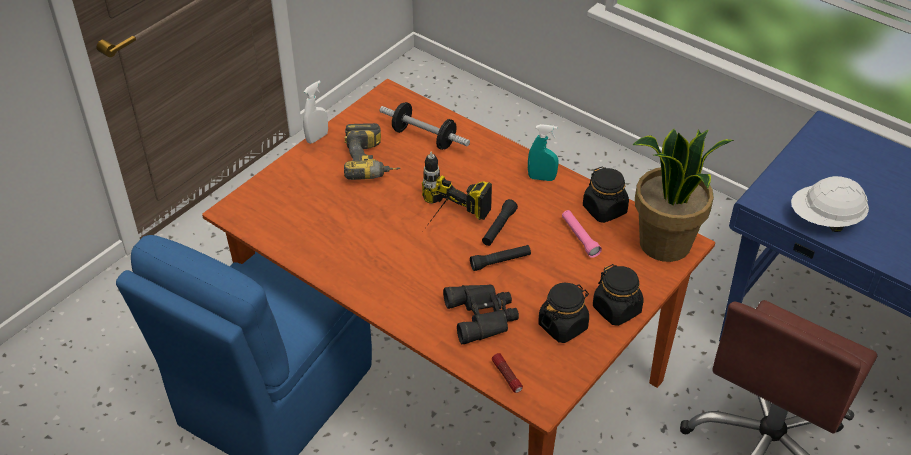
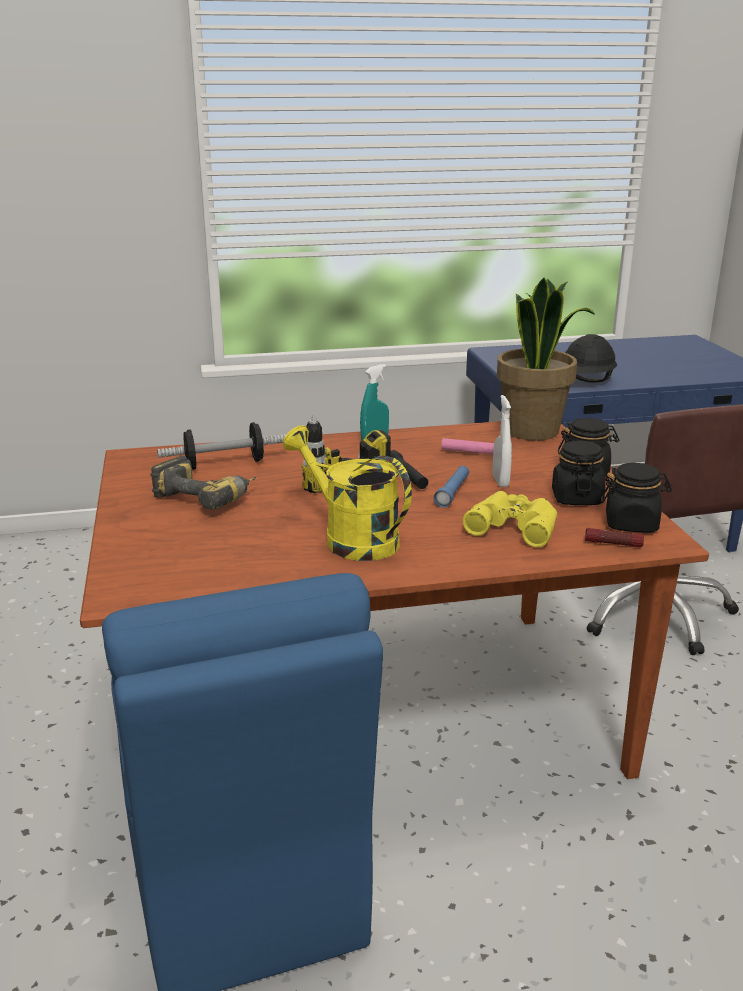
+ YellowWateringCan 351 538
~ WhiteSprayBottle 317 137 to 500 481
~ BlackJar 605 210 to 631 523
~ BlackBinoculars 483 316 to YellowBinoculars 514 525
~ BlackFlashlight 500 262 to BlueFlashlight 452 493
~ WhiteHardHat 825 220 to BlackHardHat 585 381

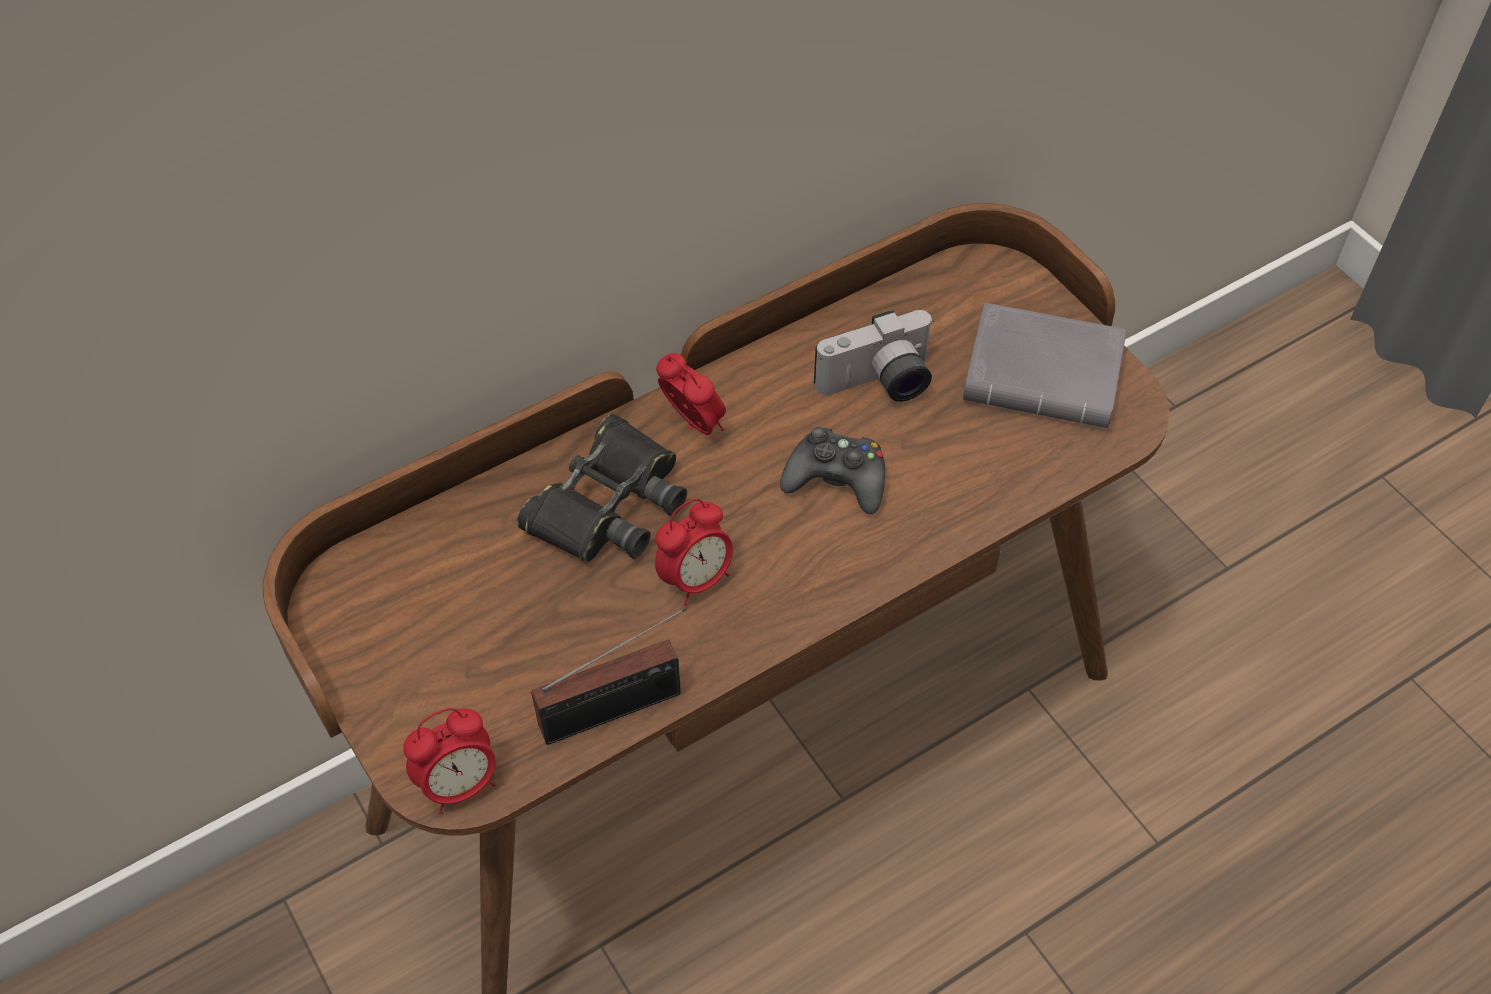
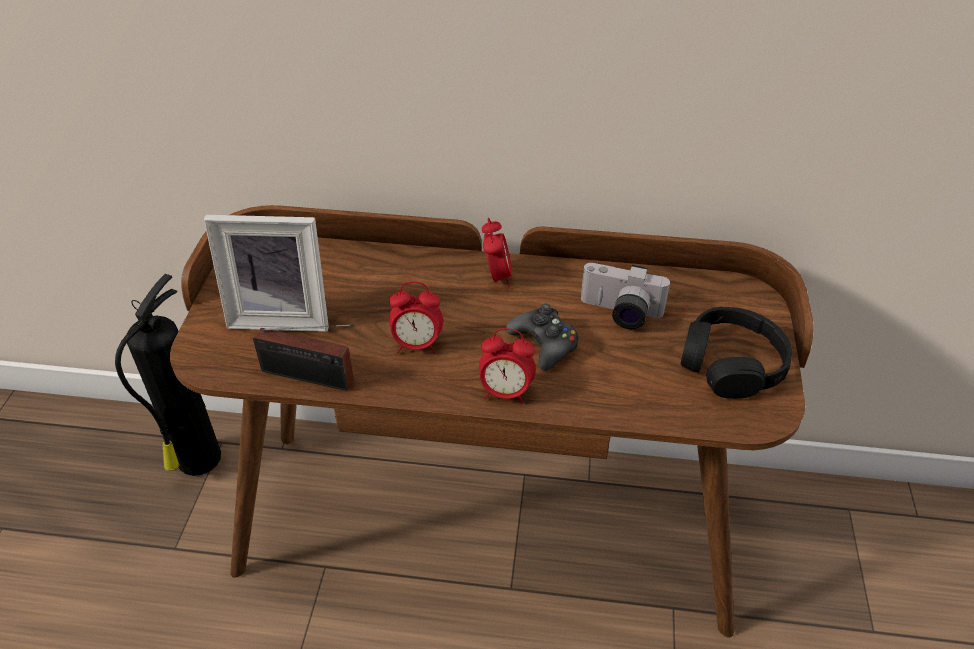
- BlackBinoculars 608 504
+ FireExtinguisher 197 461
+ PictureFrame 282 315
~ AlarmClock 459 784 to 505 392
~ GreyBook 1047 374 to BlackHeadphones 731 364

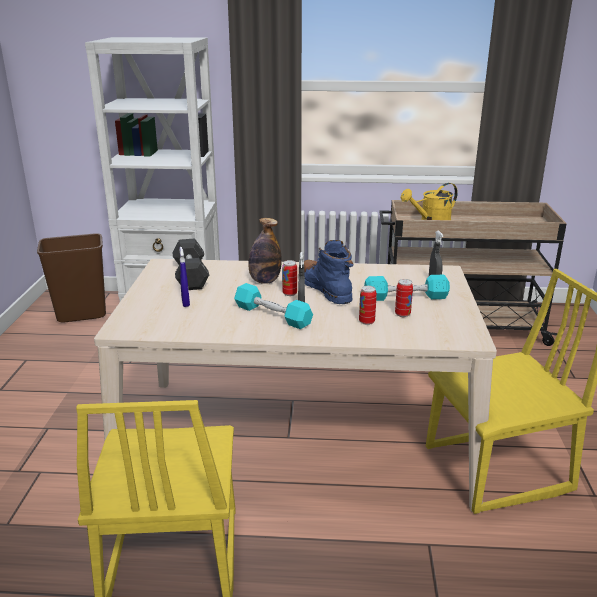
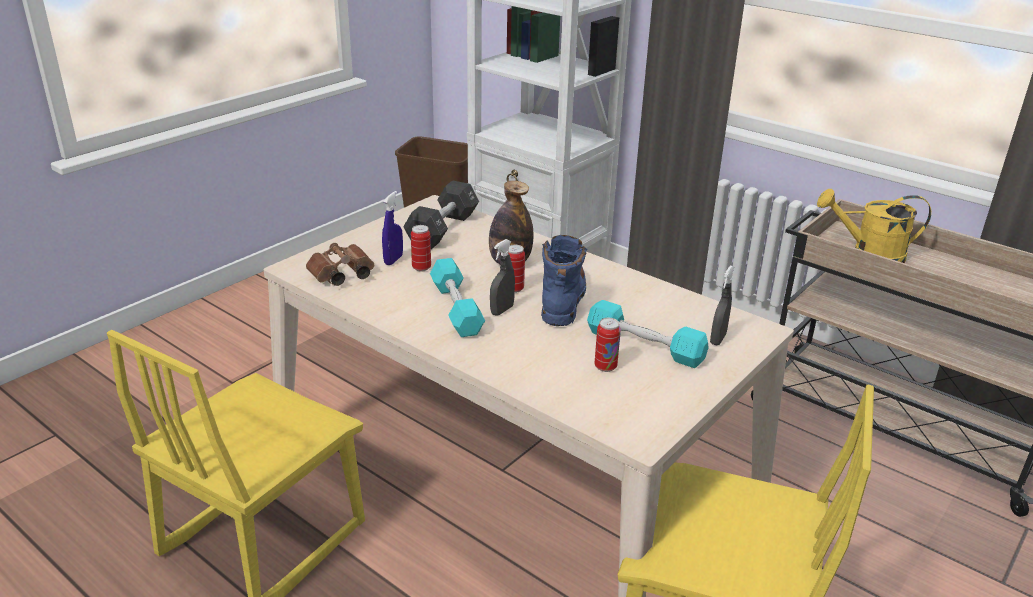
+ BrownBinoculars 340 277
~ Can 366 322 to 421 268

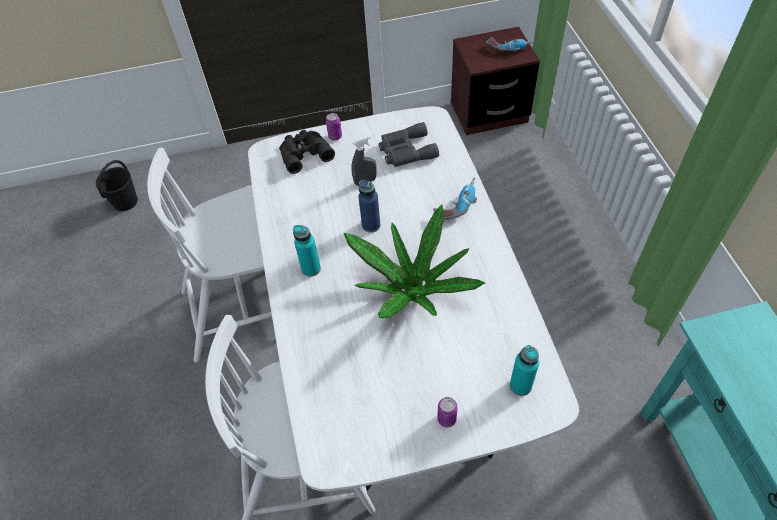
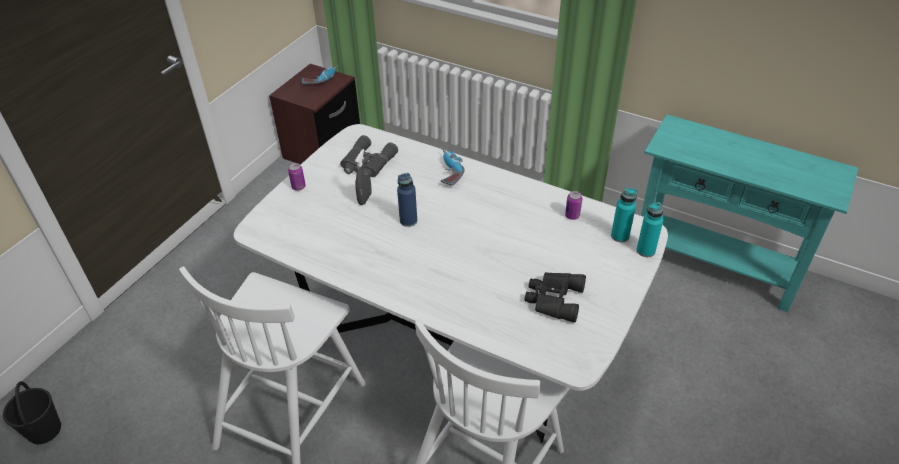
- PottedPlant 413 287
~ BlackBinoculars 304 153 to 553 299
~ TurquoiseBottle 311 269 to 645 251
~ Can 446 419 to 572 216

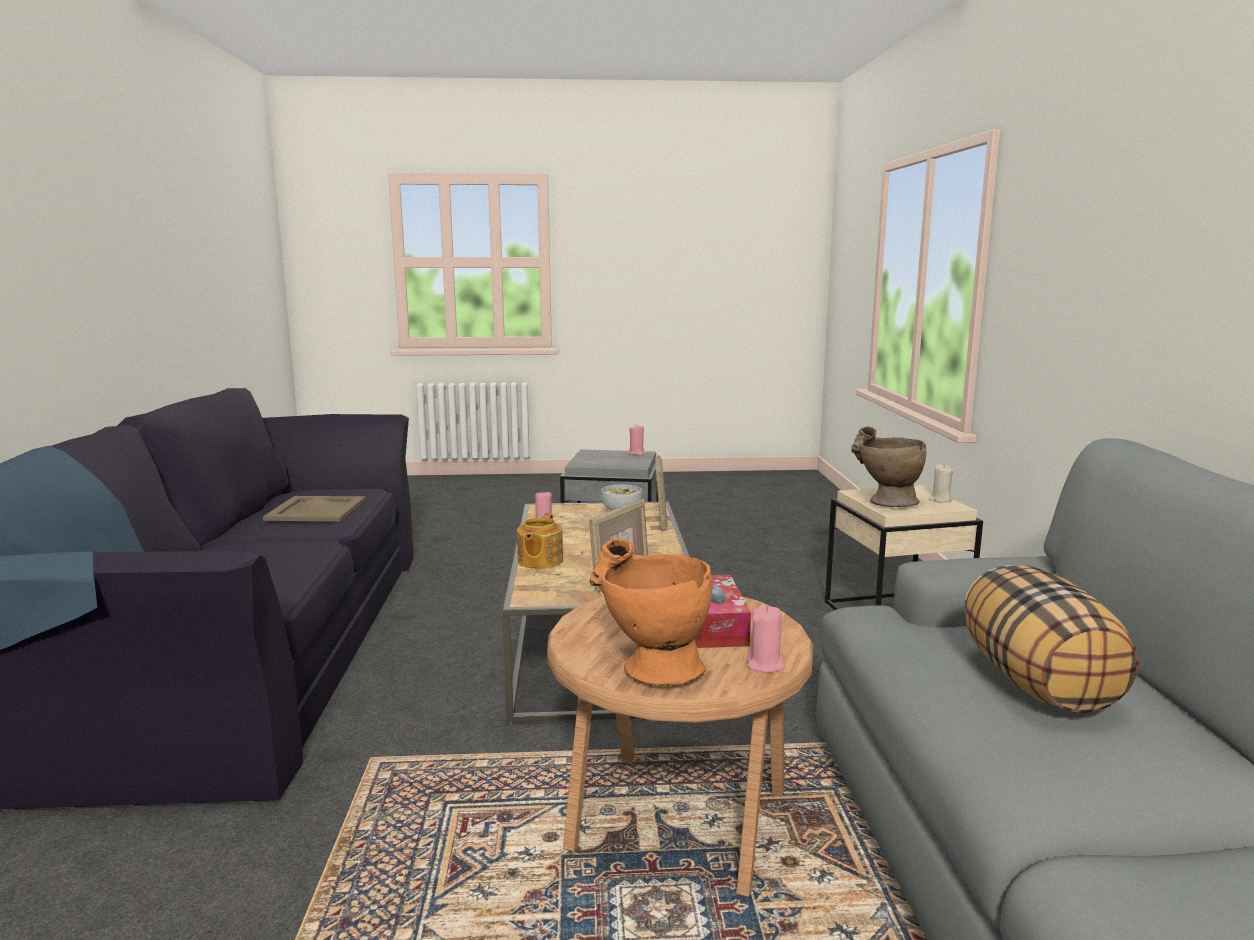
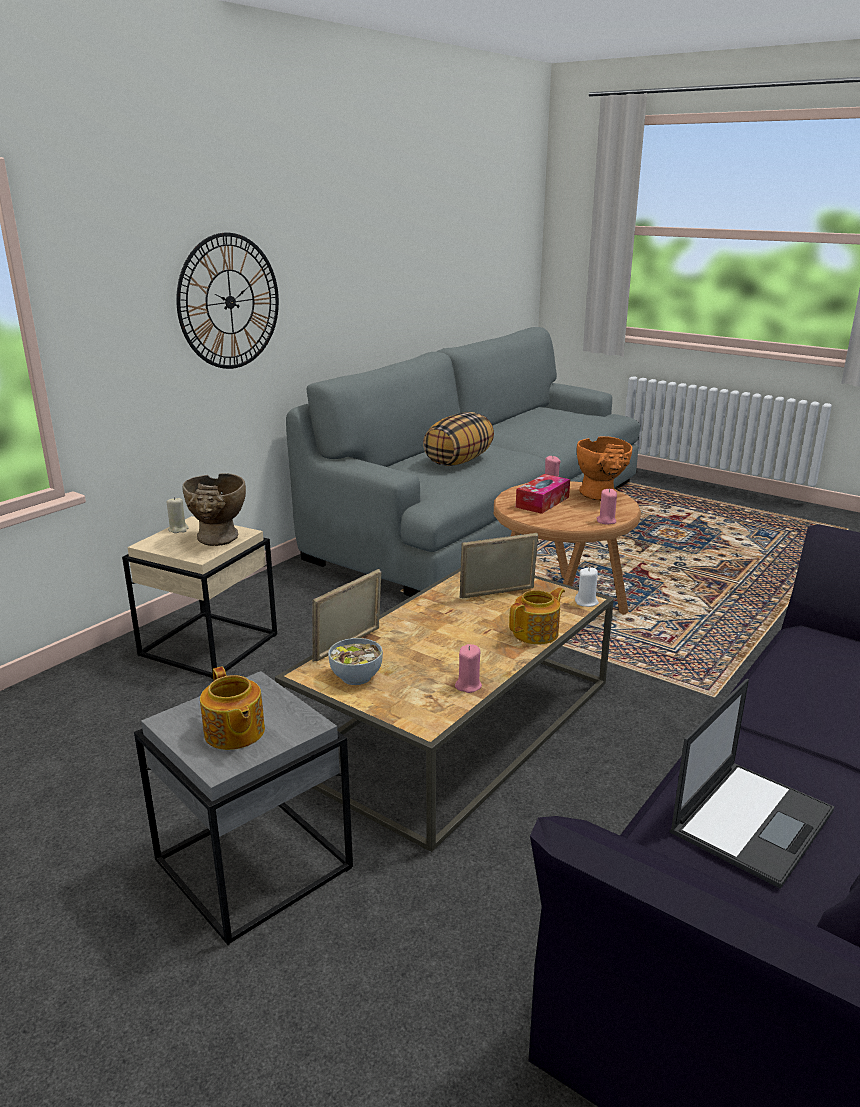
+ WallClock 230 302
+ Teapot 234 733
+ WhiteCandle 586 602
~ PinkCandle 637 453 to 606 521
~ BeigeTray 316 510 to Laptop 752 820

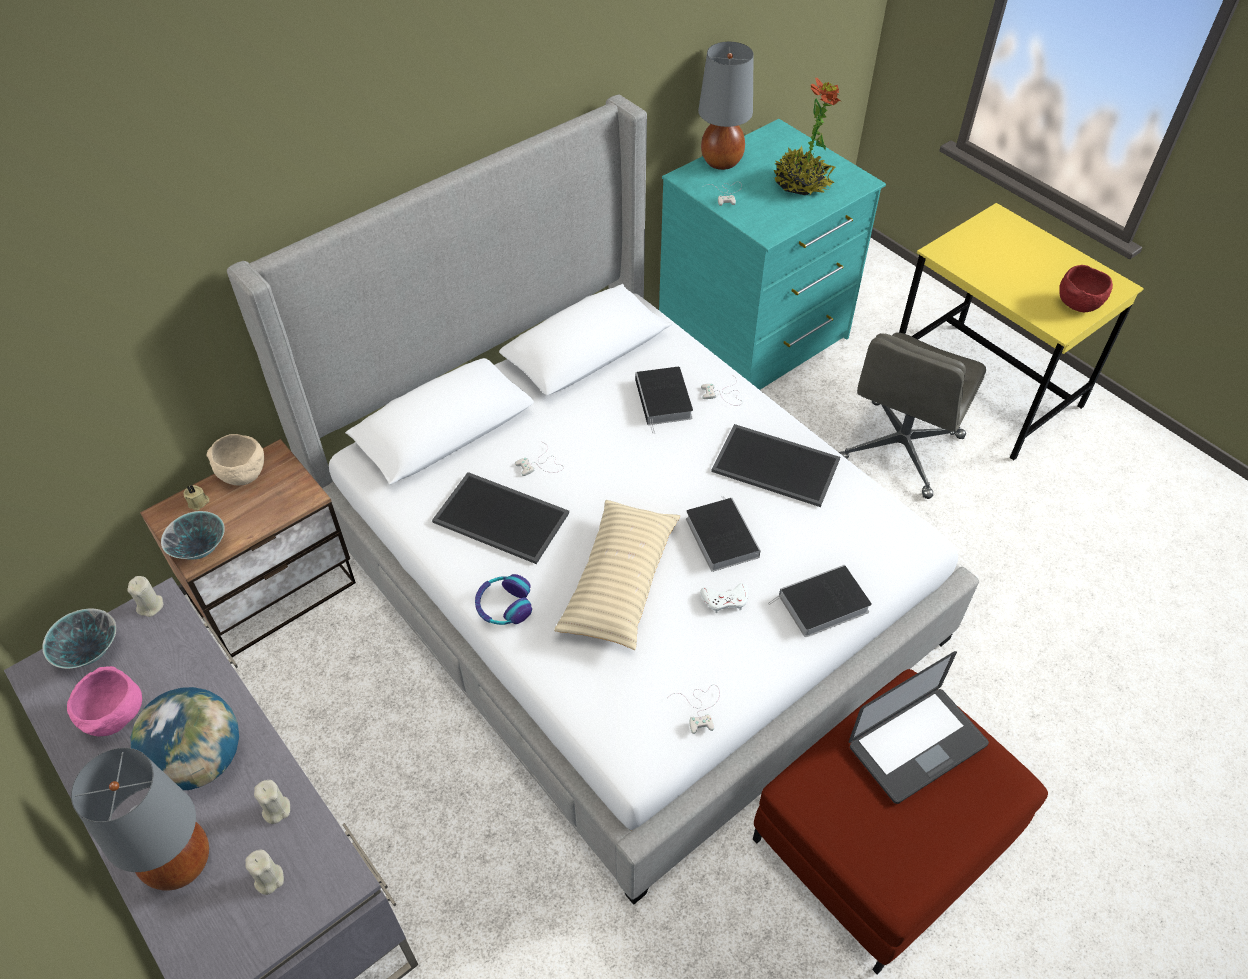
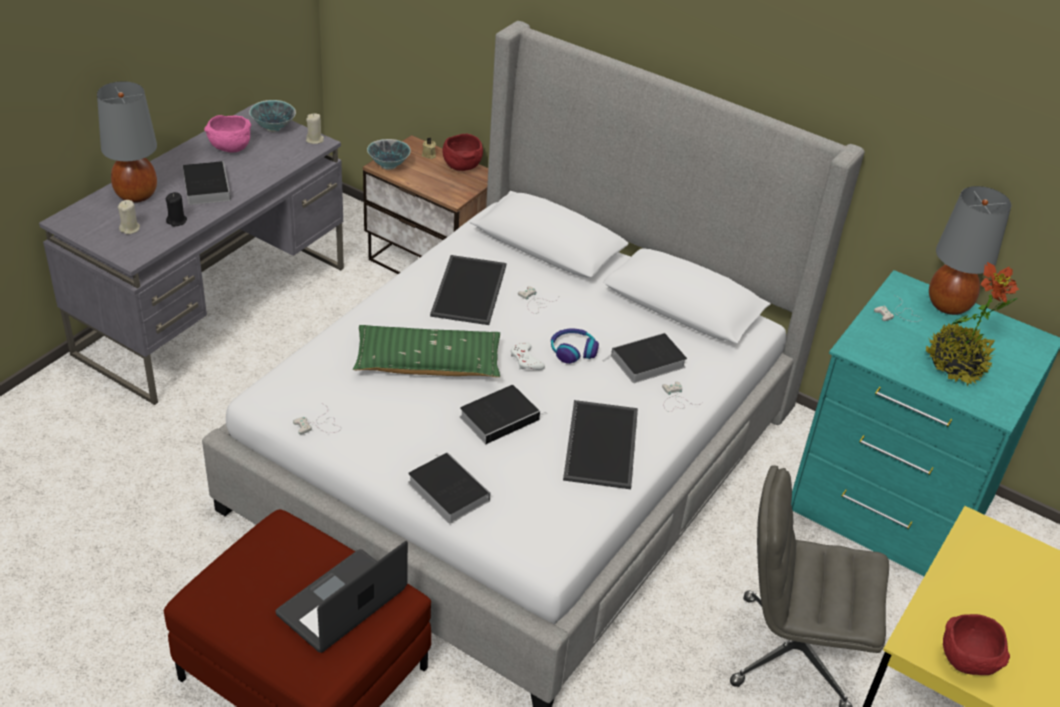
~ Headphones 504 606 to 573 350
~ WhiteGameController 725 600 to 526 360
~ Globe 201 760 to Book 206 186
~ BeigeBowl 242 475 to RedBowl 461 166
~ BeigeCandle 276 809 to BlackCandle 177 221
~ BeigePillow 619 582 to GreenPillow 428 363
~ Laptop 917 745 = 342 602 90 degrees clockwise

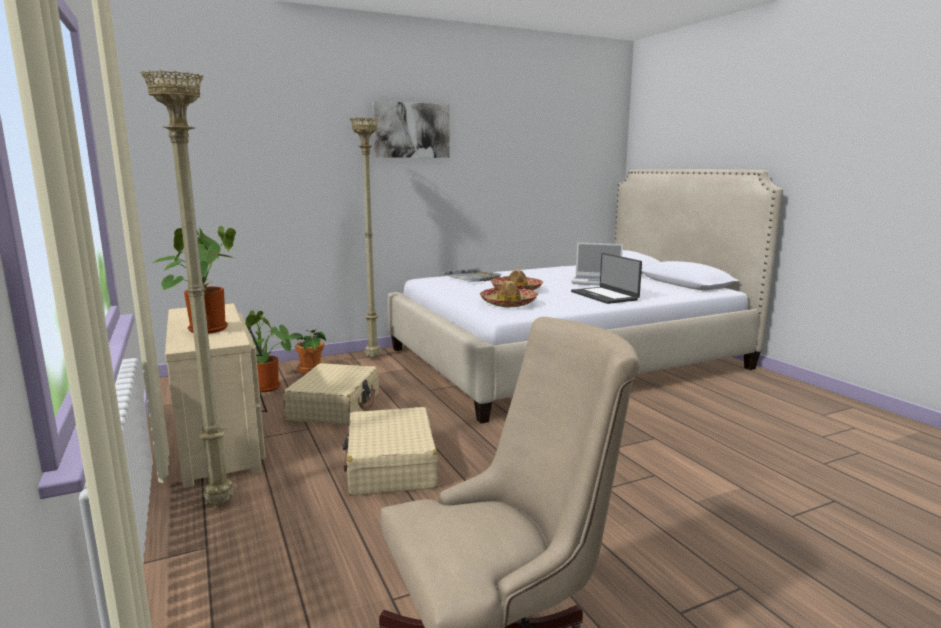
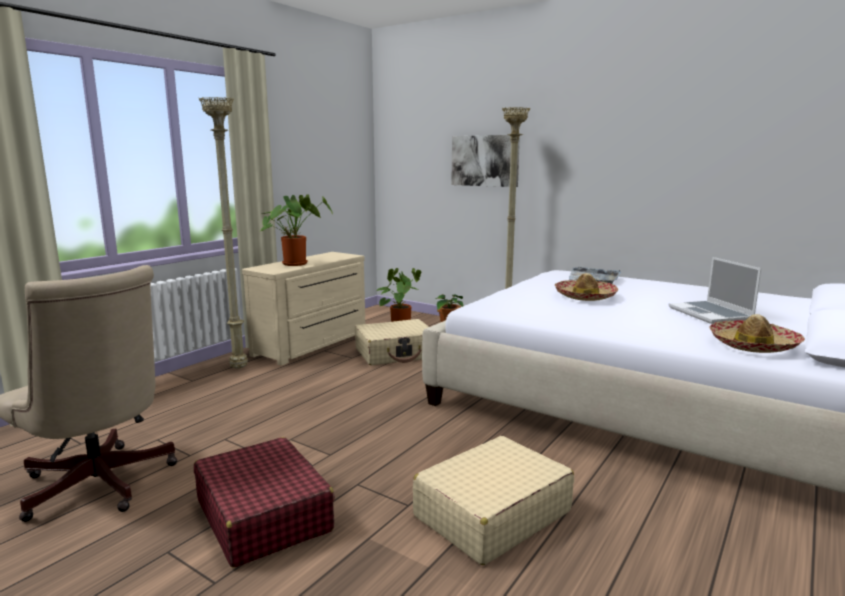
- Laptop 605 296
+ RedSuitcase 263 515
~ BeigeSuitcase 391 466 to 491 514
~ Picture 411 130 to 485 160
~ Hat 508 303 to 753 345

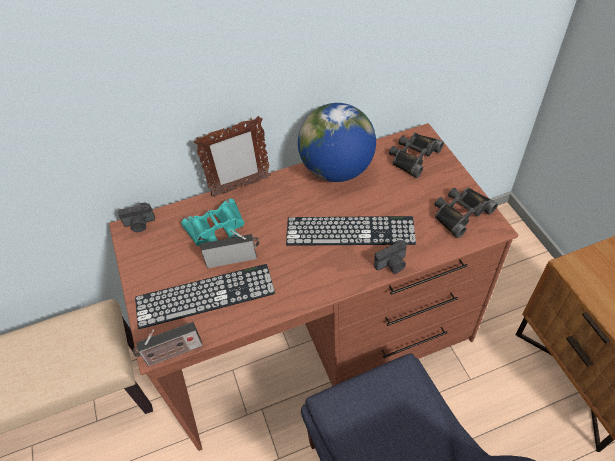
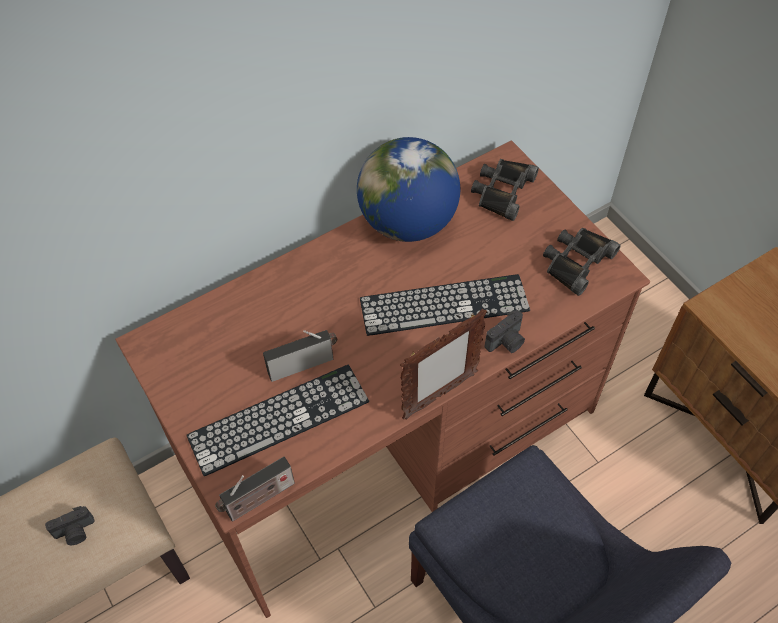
- TurquoiseBinoculars 217 229
~ PhotoCamera 139 224 to 75 532
~ PictureFrame 240 187 to 439 396

